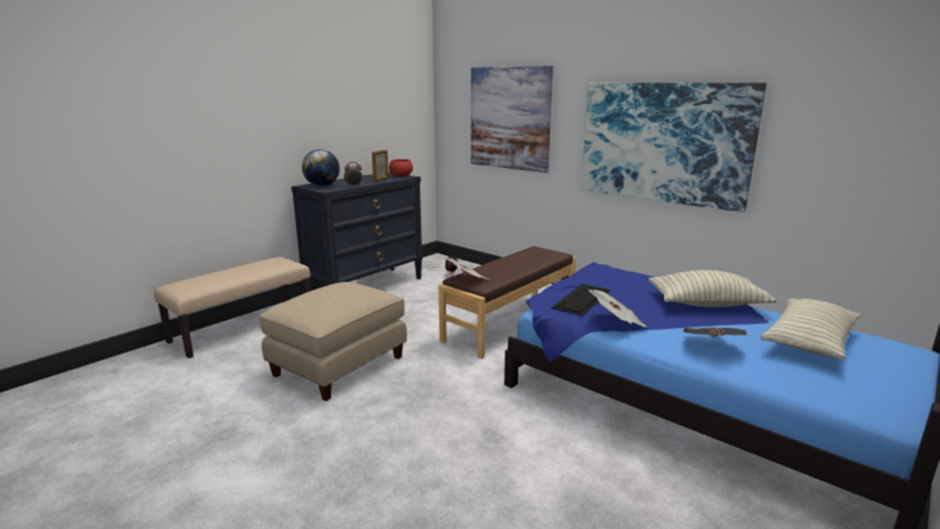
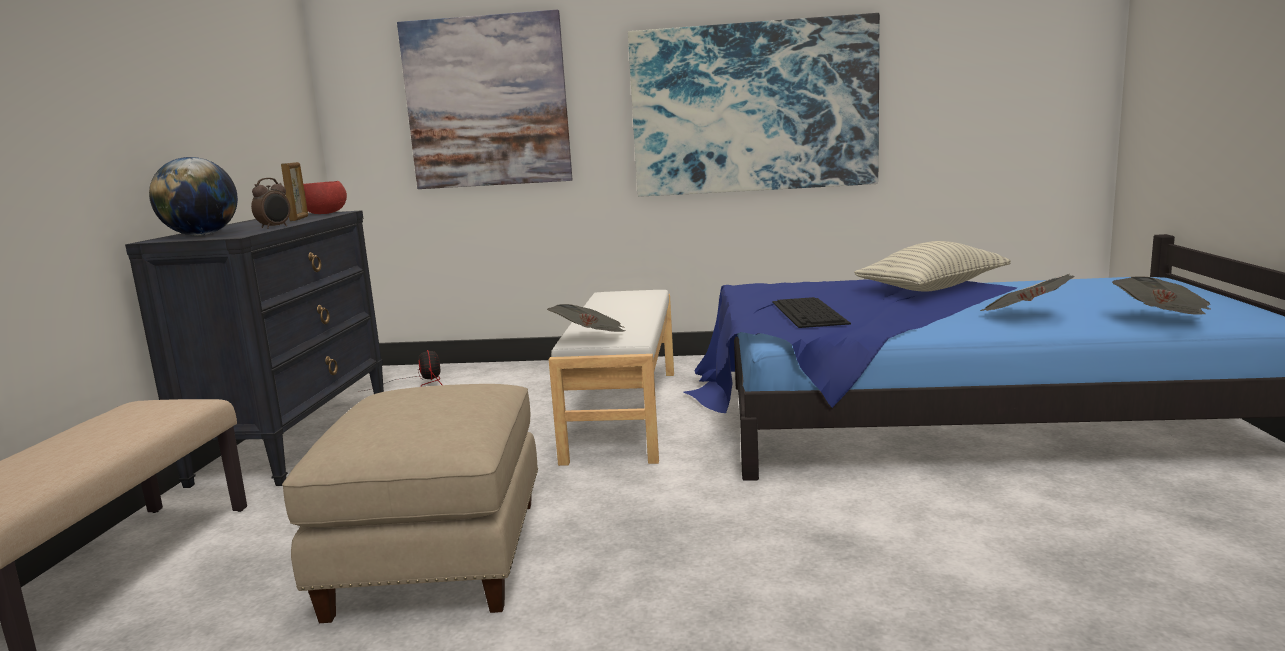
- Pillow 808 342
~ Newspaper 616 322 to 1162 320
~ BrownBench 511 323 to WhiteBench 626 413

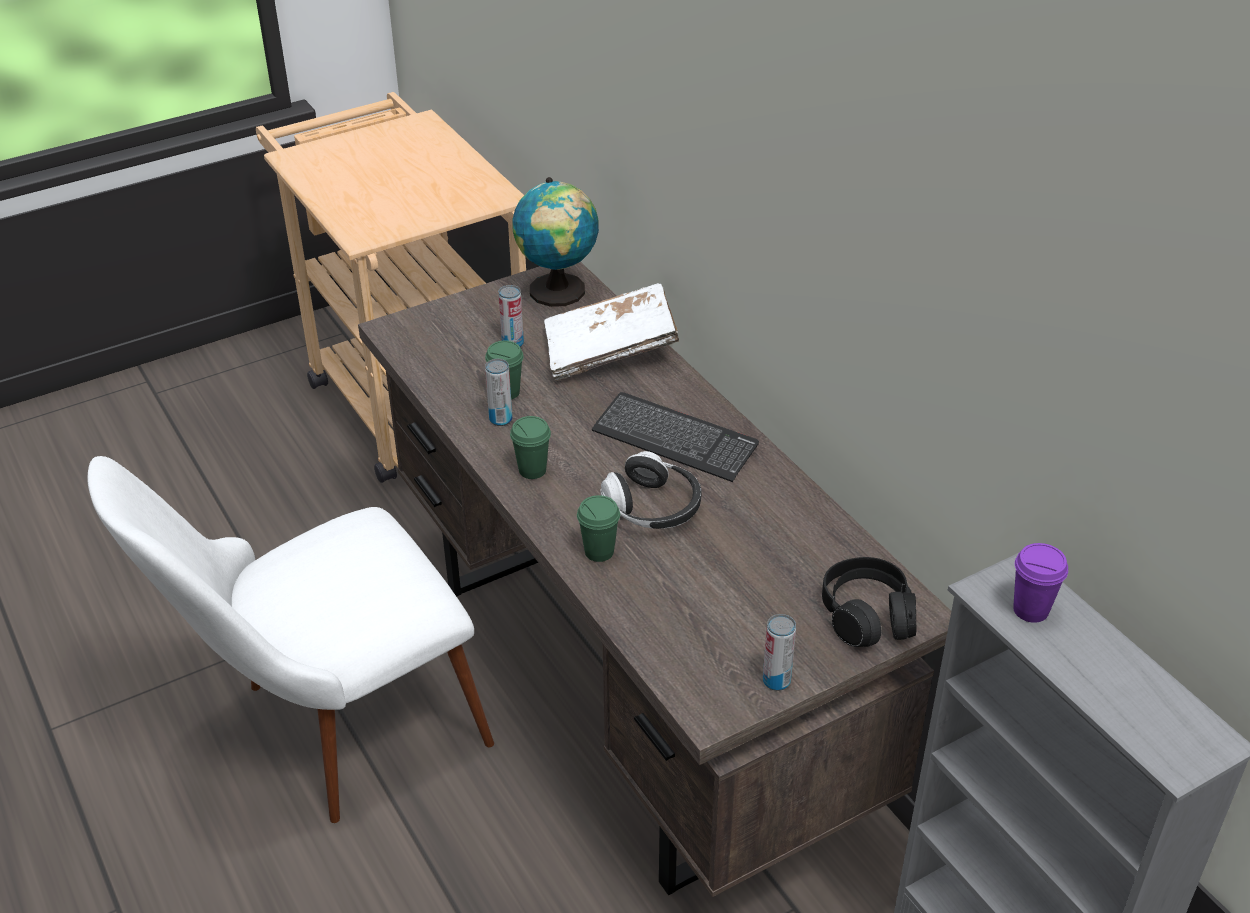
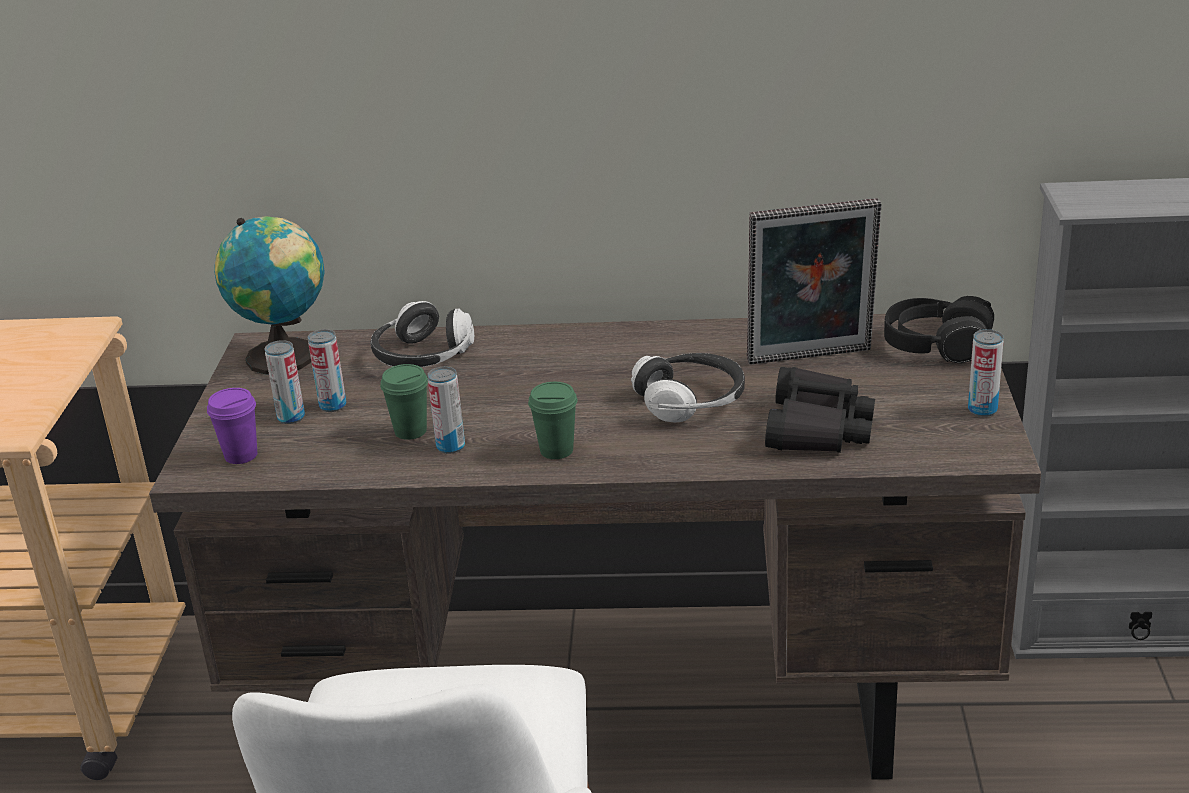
- GreenCup 599 552
- Keyboard 674 440
+ Can 291 417
+ PictureFrame 811 358
+ BlackBinoculars 817 428
~ PurpleCup 1030 610 to 241 455
~ WhiteBook 610 351 to Headphones 423 357

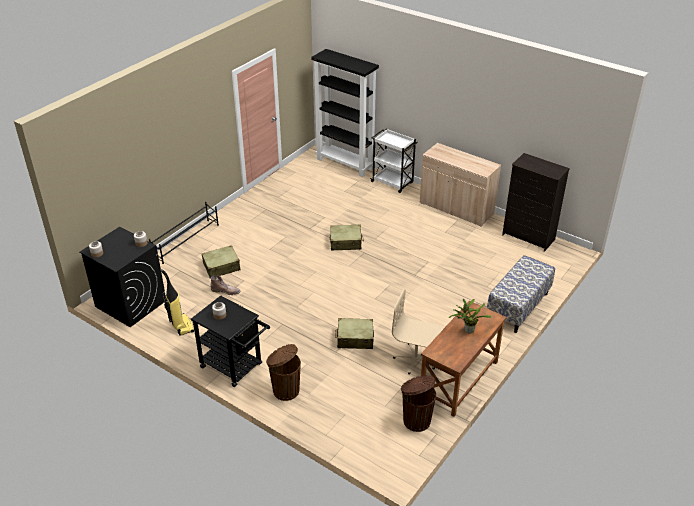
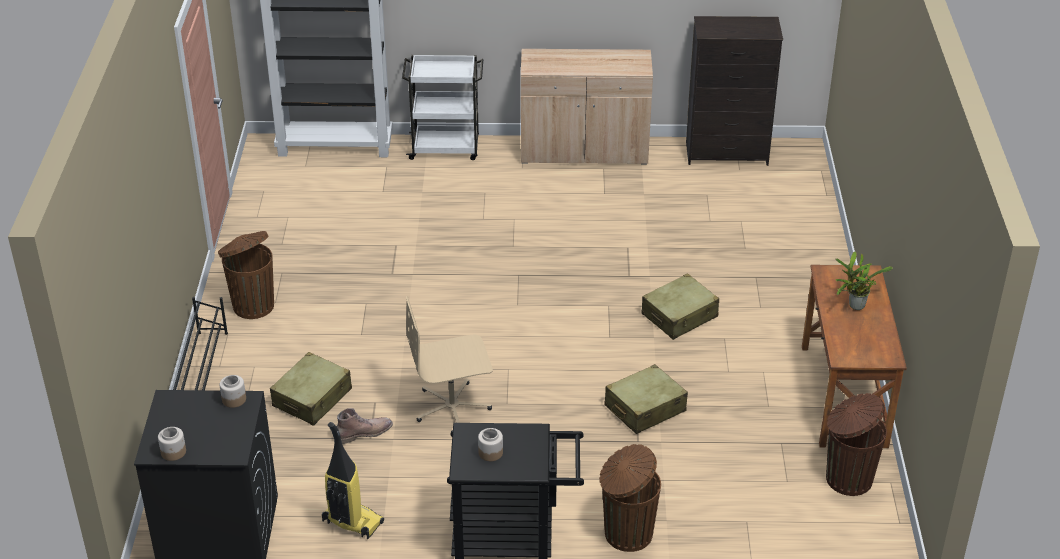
- Bench 518 307
+ BrownTrashCan 252 305
~ BeigeSuitcase 346 242 to 680 316
~ BeigeOfficeChair 415 359 to 452 408

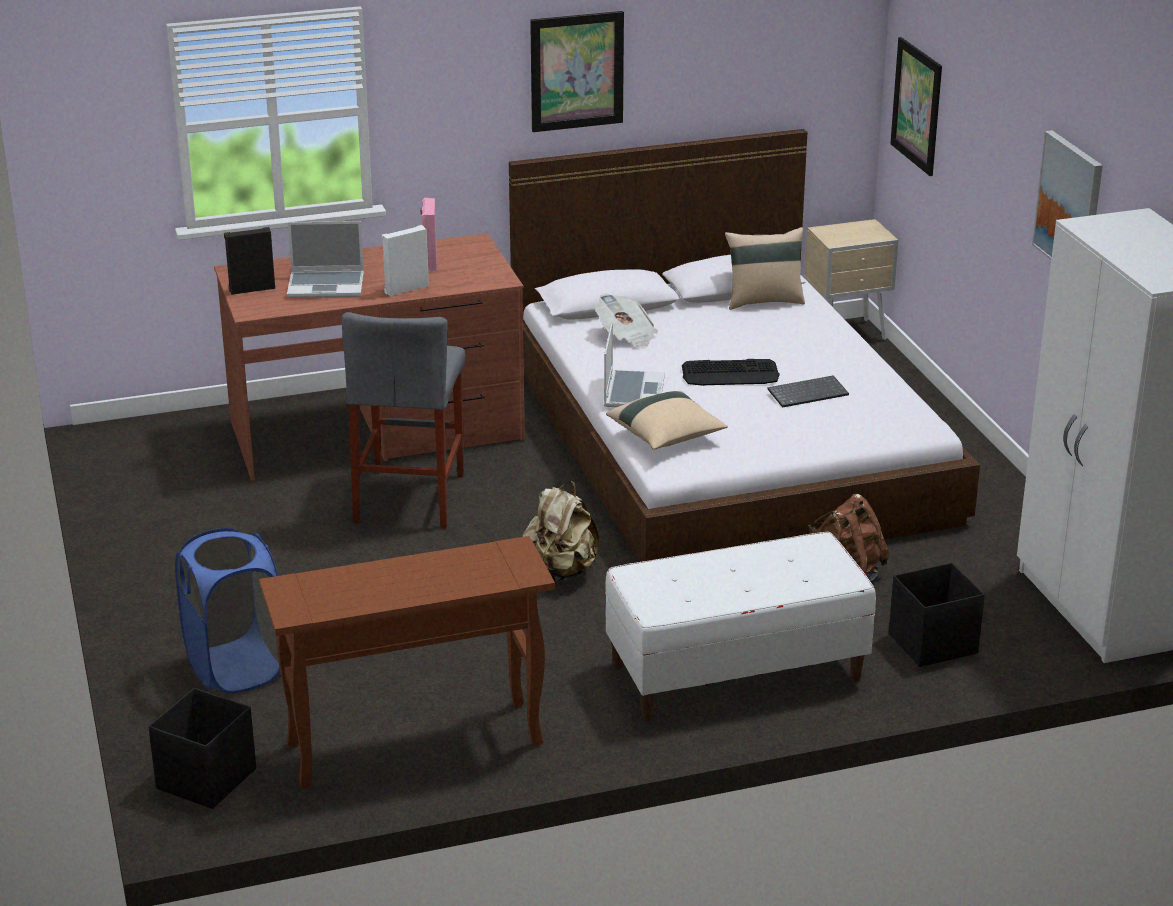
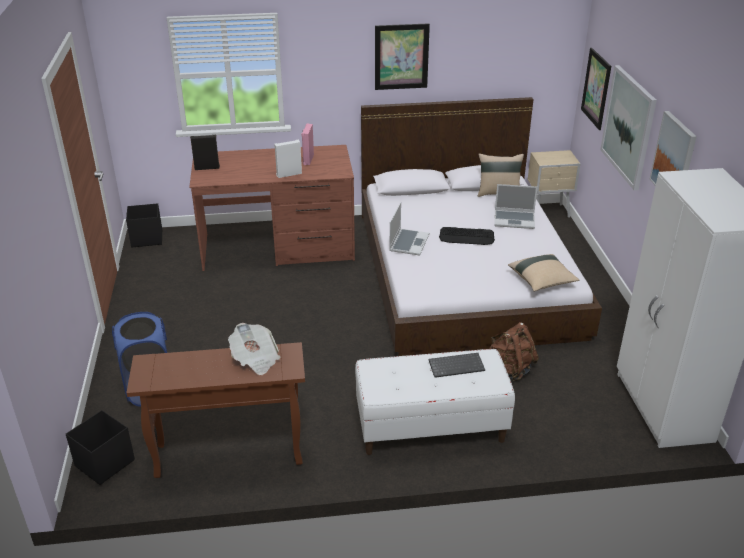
- GreyStool 410 498
- BeigeBackpack 561 572
+ Picture 628 126
~ Laptop 327 286 to 514 220
~ Newspaper 626 336 to 255 359
~ BeigePillow 666 436 to 542 281
~ Keyboard 808 393 to 457 365
~ BlackStorageBox 931 644 to 146 239

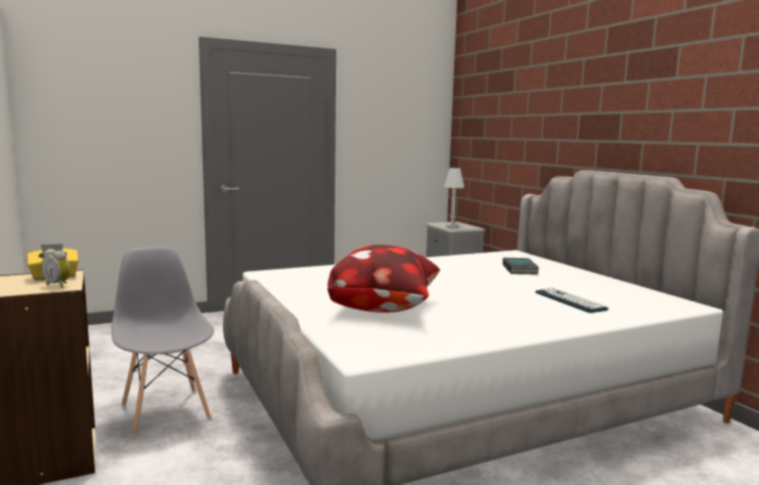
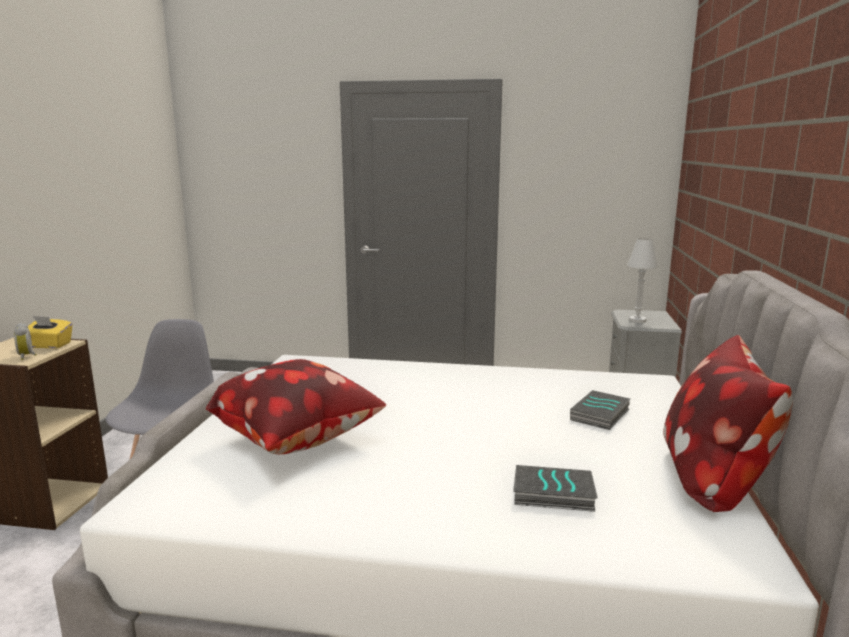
+ Pillow 714 479
~ Keyboard 569 301 to Book 552 495

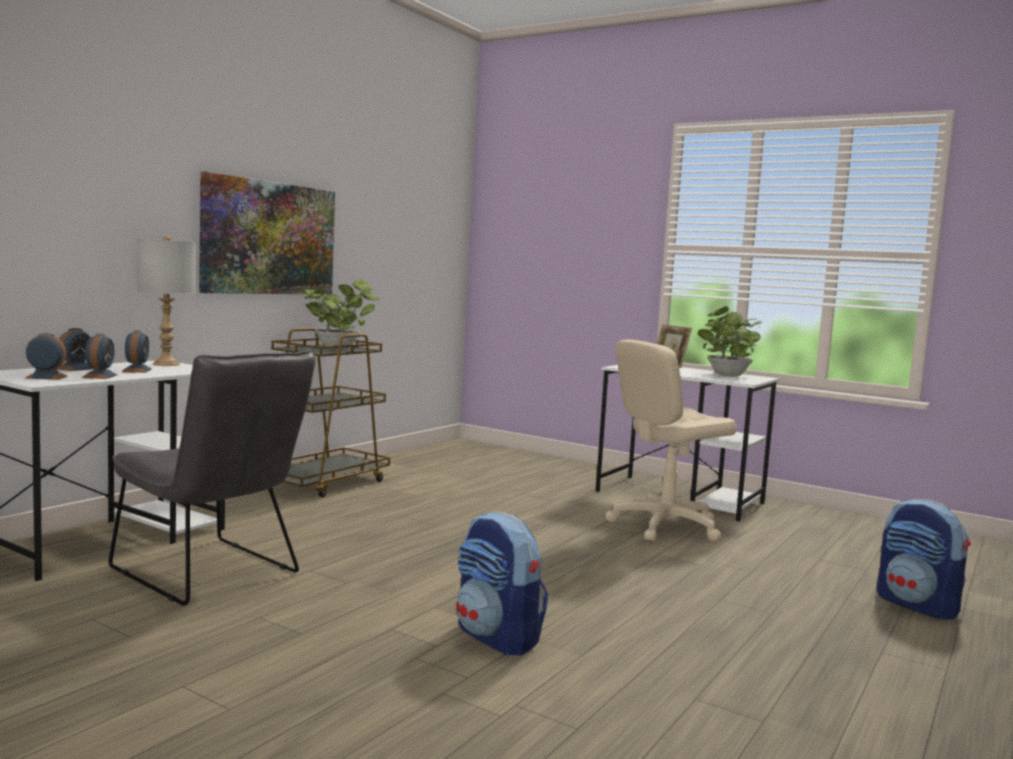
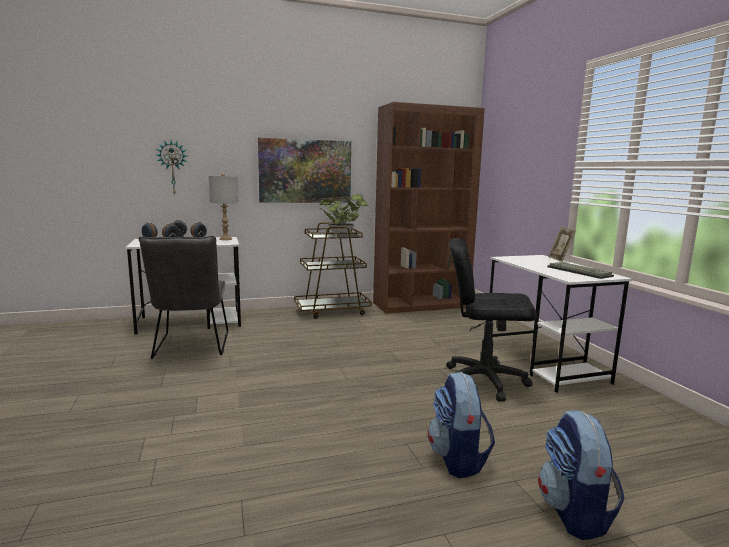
+ WallClock 172 168
+ BrownBookcase 421 305
~ Backpack 498 638 to 458 459
~ PottedPlant 726 375 to Keyboard 580 271
~ BeigeOfficeChair 665 525 to BlackOfficeChair 484 381

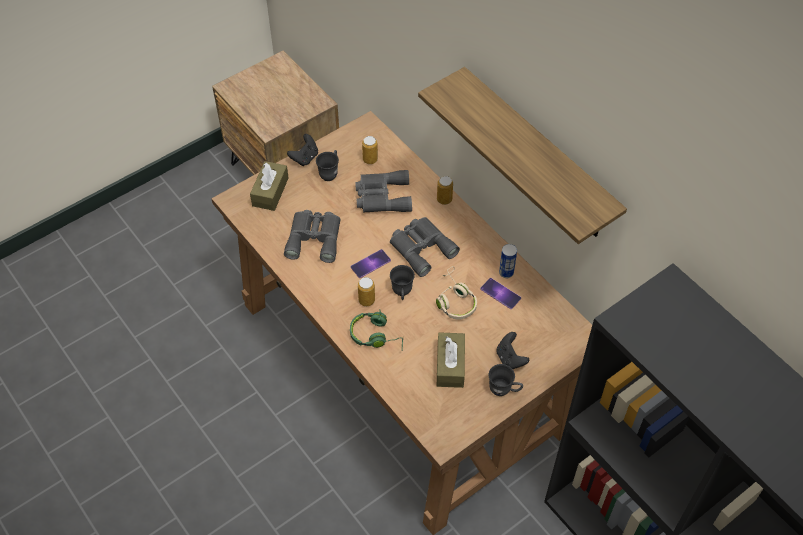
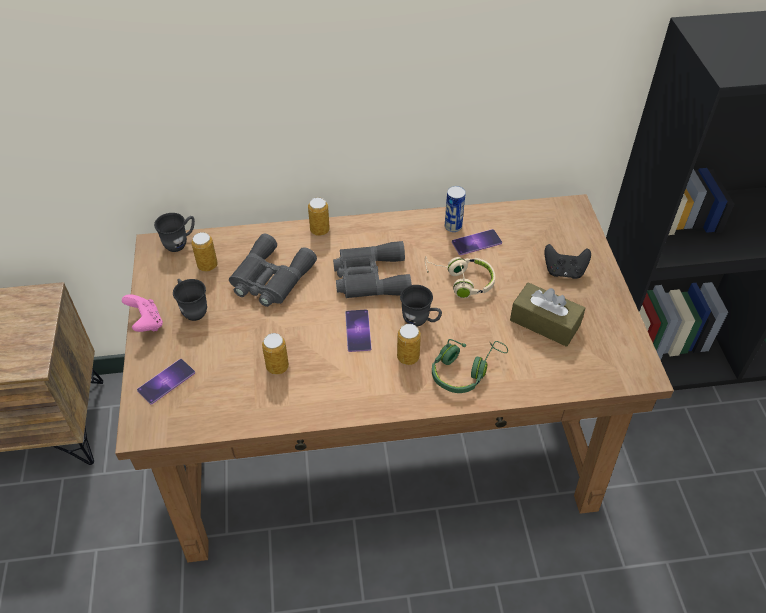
- Shelf 538 156
~ GreyMug 504 390 to 180 243
~ BrownTissueBox 270 192 to Phone 166 381
~ GreyBinoculars 315 237 to Can 277 367
~ BlackGameController 305 158 to PinkGameController 146 323

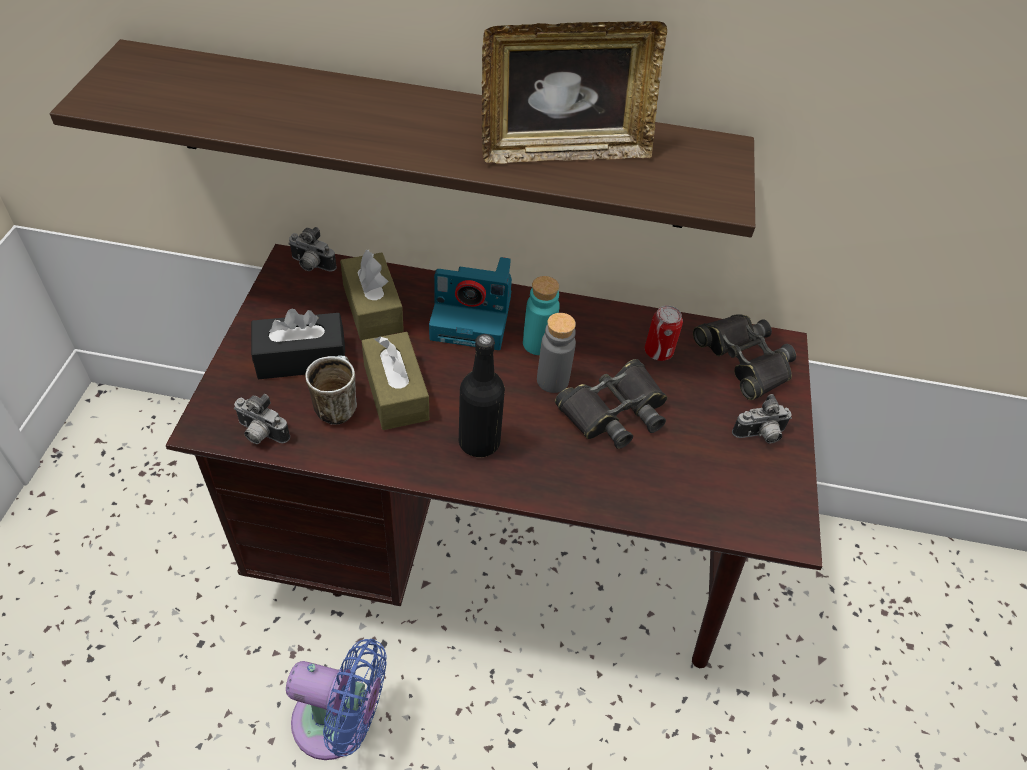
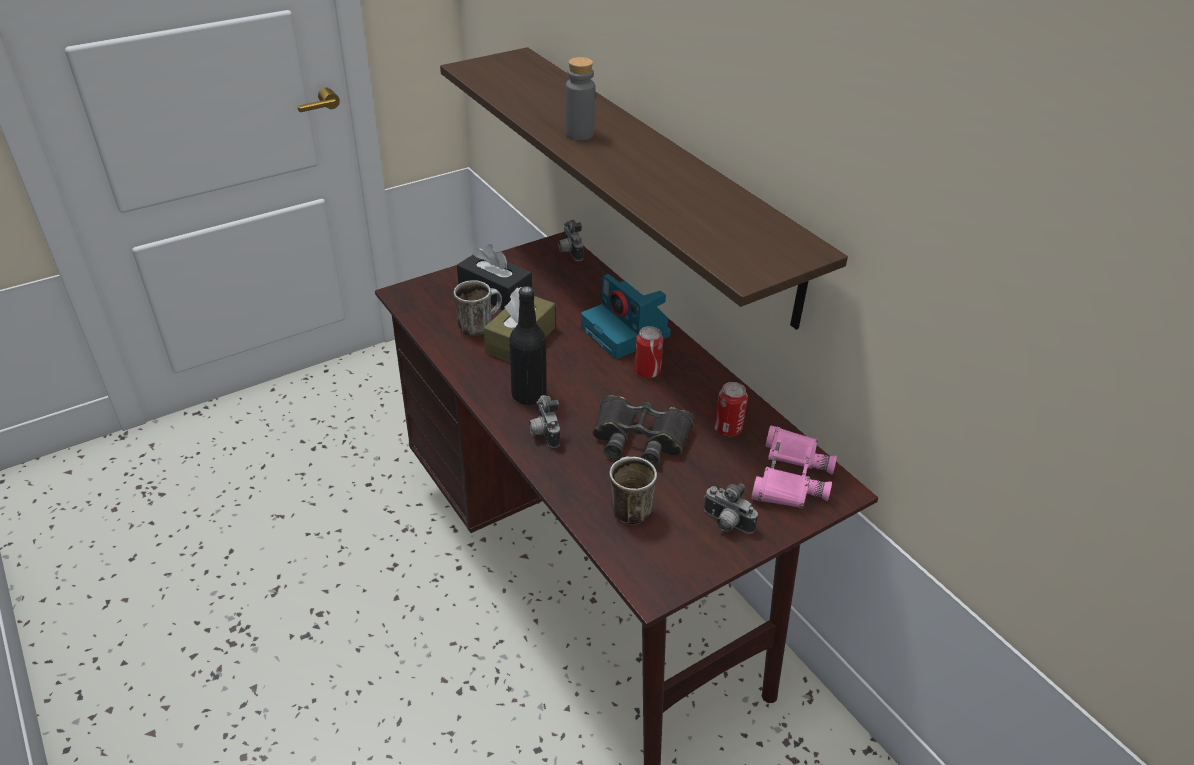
- BlueFan 340 722
- BrownTissueBox 372 308
- PictureFrame 563 151
+ Mug 627 507
~ PhotoCamera 260 434 to 543 433
~ GreyBottle 552 380 to 579 134
~ TurquoiseBottle 538 344 to Can 647 371
~ BlackBinoculars 743 360 to PinkBinoculars 790 476

